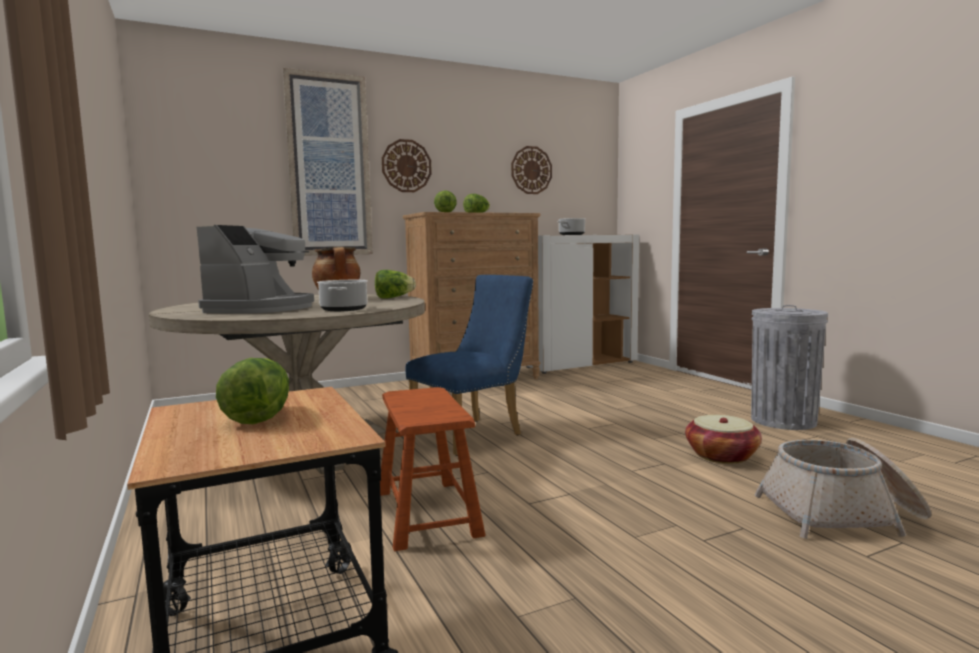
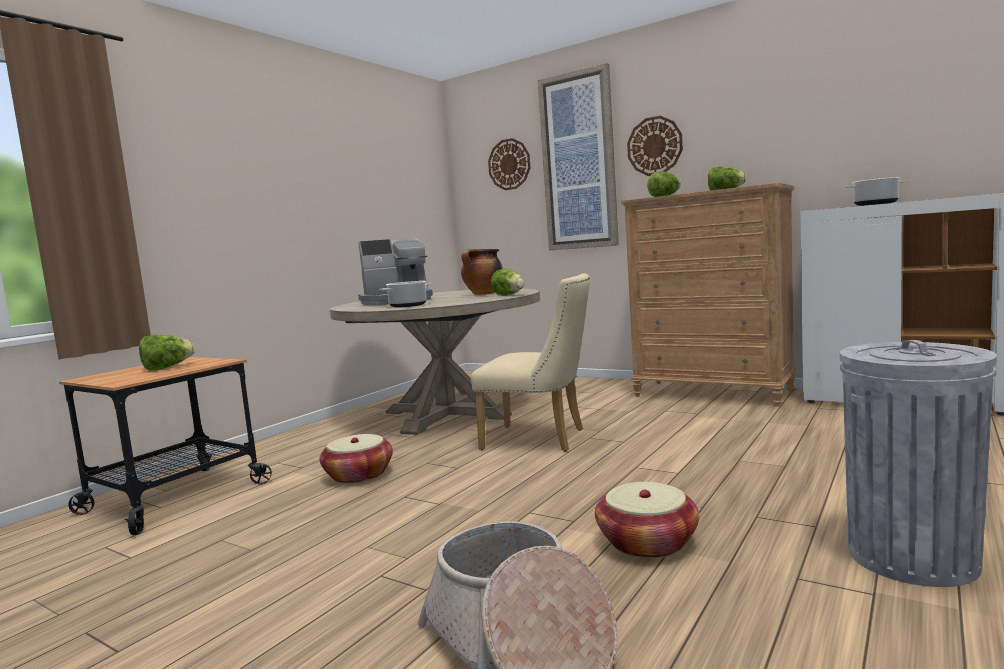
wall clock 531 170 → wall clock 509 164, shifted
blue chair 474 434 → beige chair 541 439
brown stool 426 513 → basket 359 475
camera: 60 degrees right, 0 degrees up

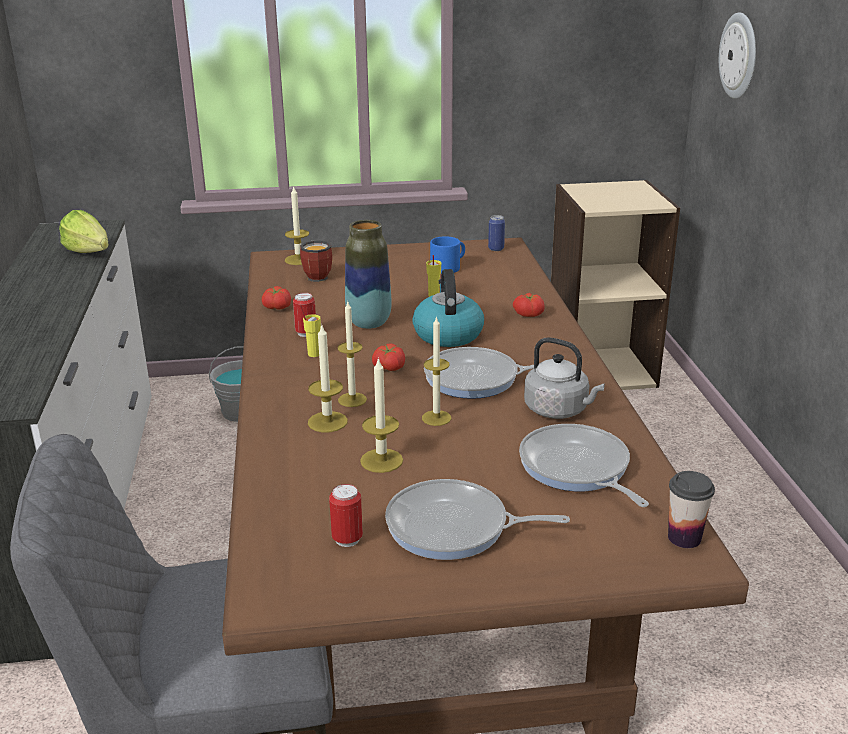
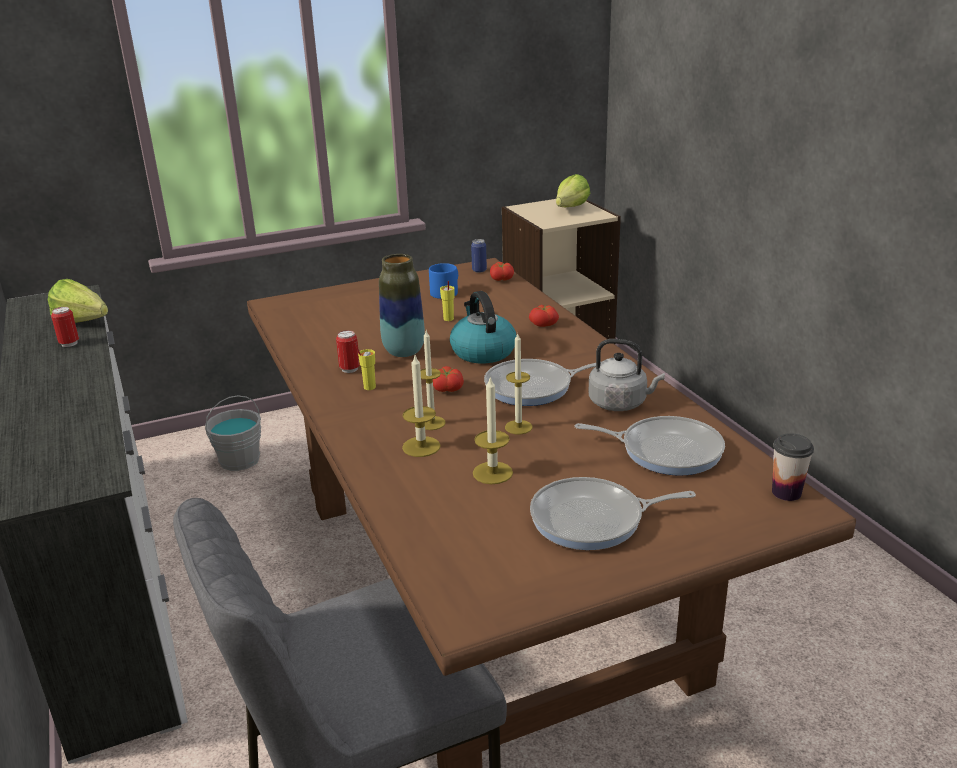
wall clock 739 56 → -
candle 298 260 → -
mug 317 276 → -
tomato 276 307 → tomato 501 279, shifted
frying pan 577 468 → frying pan 665 450, 150 degrees clockwise
can 347 539 → can 69 343, shifted
- → lettuce 567 210
camera: 15 degrees left, 0 degrees up

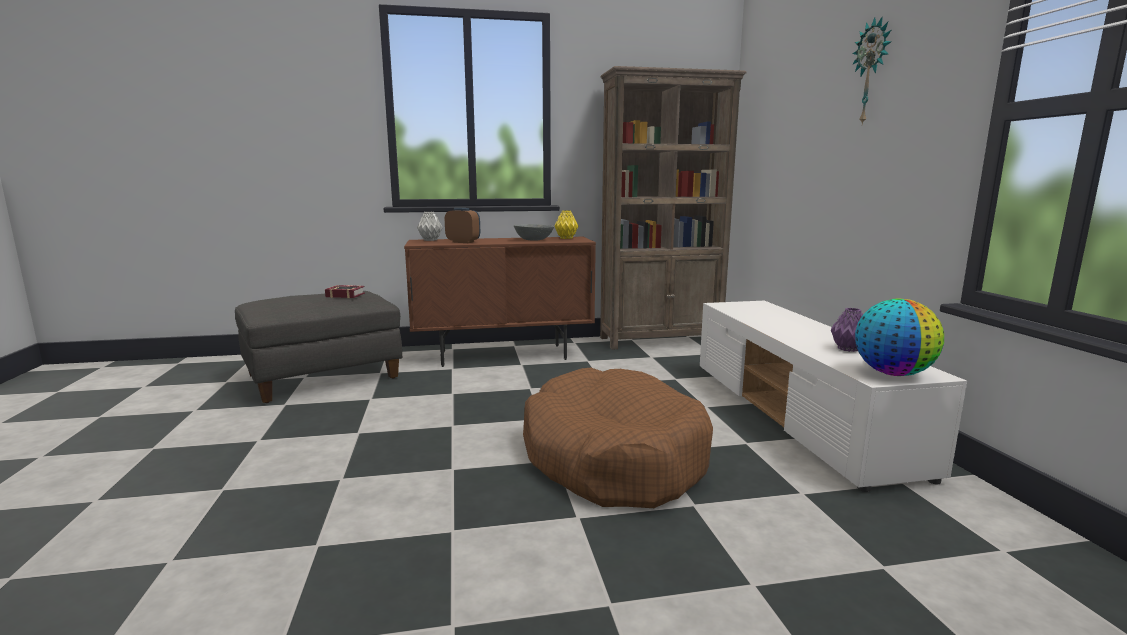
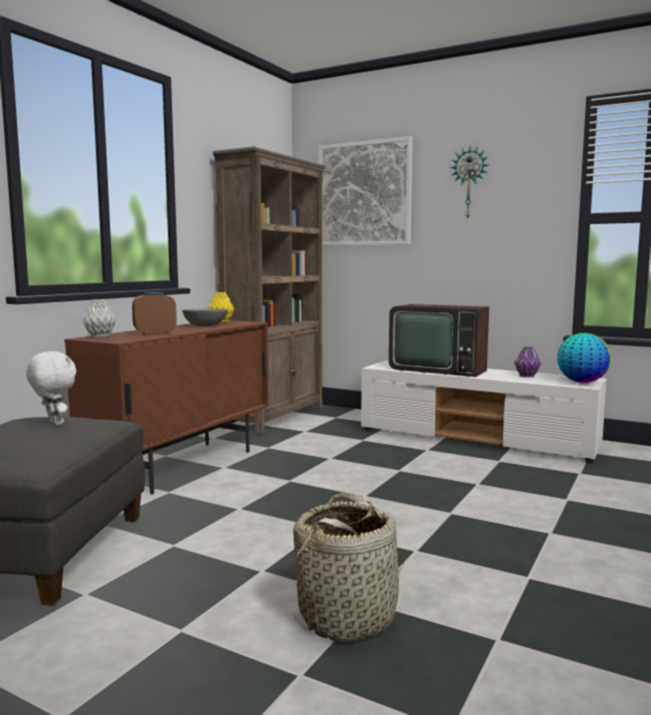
book 344 295 → white plush toy 54 423
brown dog bed 612 457 → -
- → picture 364 194
- → television 438 369
- → basket 348 616
camera: 50 degrees left, 5 degrees down

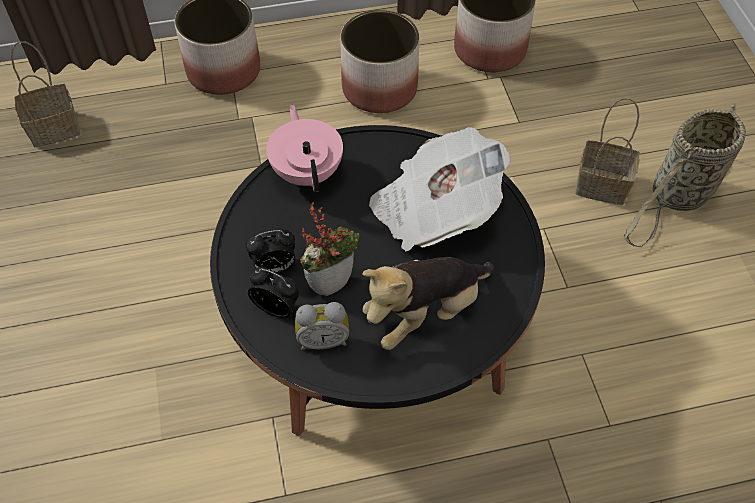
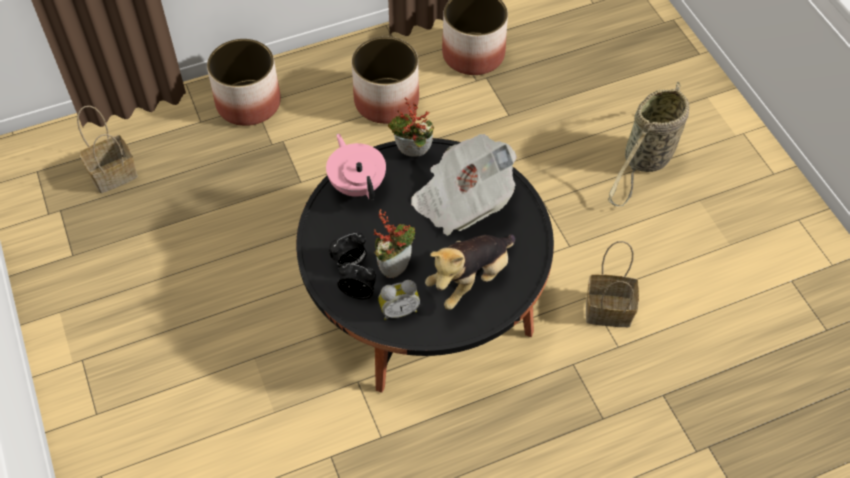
basket 604 185 → basket 610 309, shifted
- → potted plant 411 155
camera: 10 degrees left, 0 degrees up

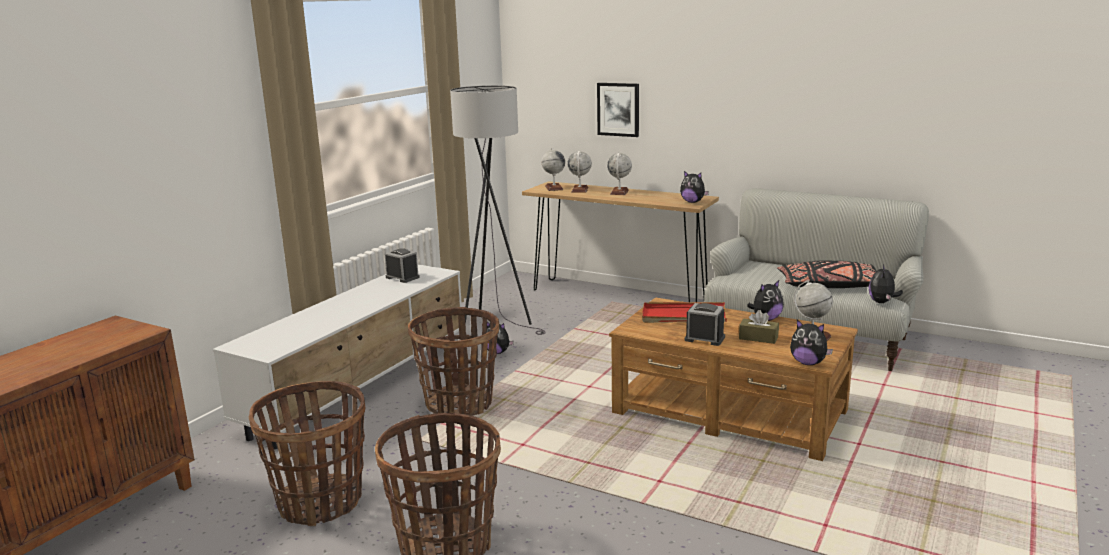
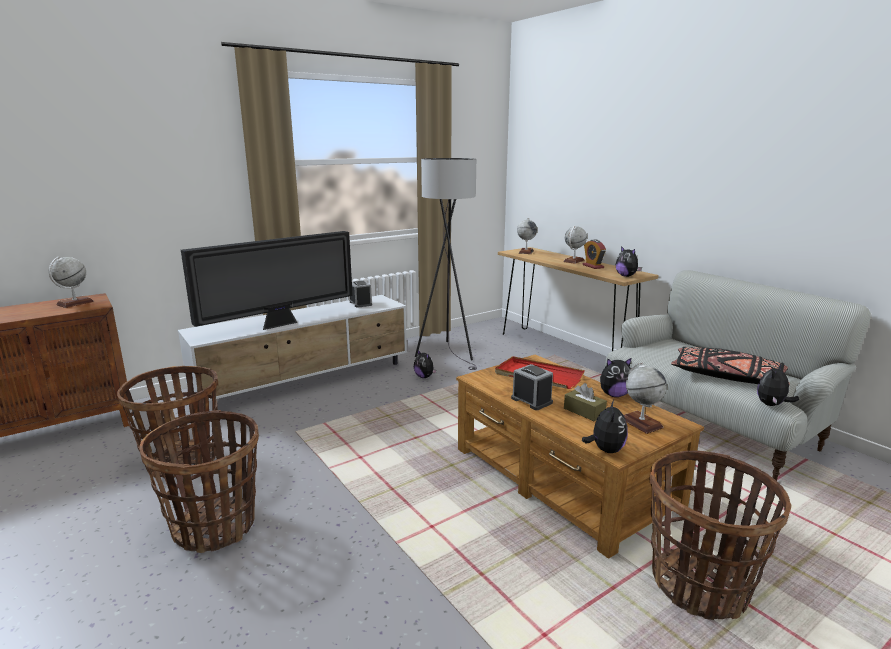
picture 618 109 → -
globe 580 190 → globe 75 303, shifted
basket 459 404 → basket 700 585, shifted
plush toy 808 363 → plush toy 605 450, 135 degrees counterclockwise
- → television 280 324
- → alarm clock 593 266
camera: 25 degrees right, 0 degrees up

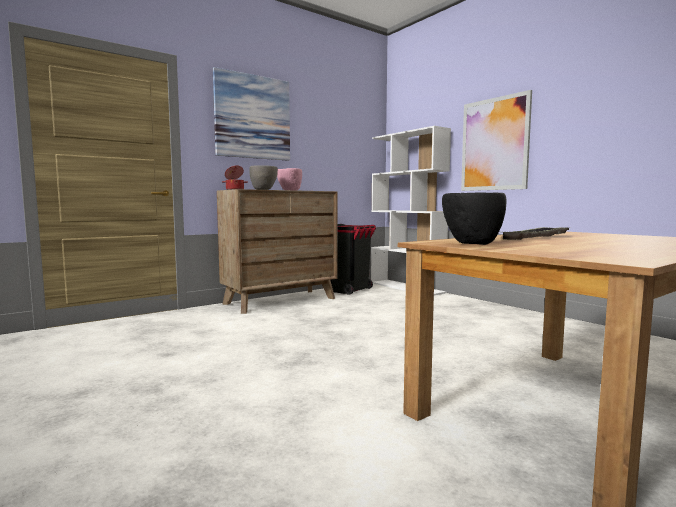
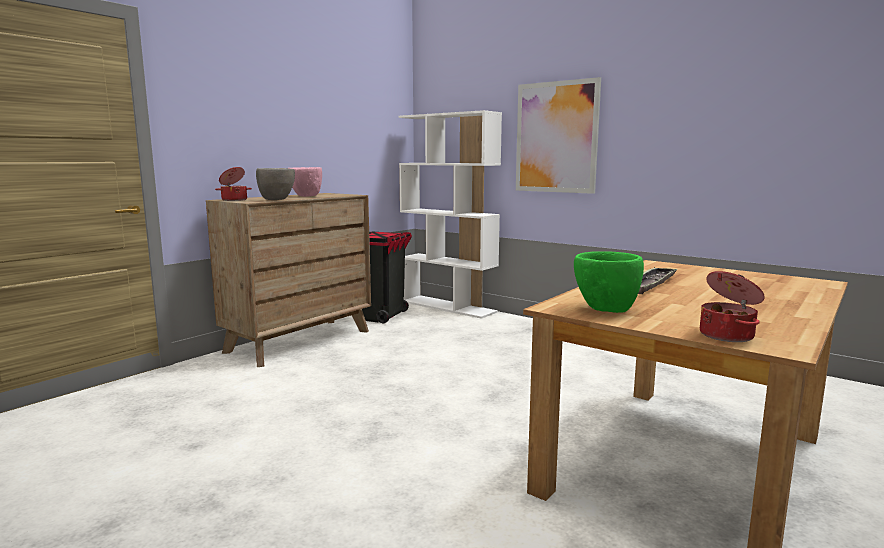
picture 253 117 → -
black bowl 471 244 → green bowl 605 309
- → cooking pot 727 335
camera: 15 degrees left, 5 degrees up

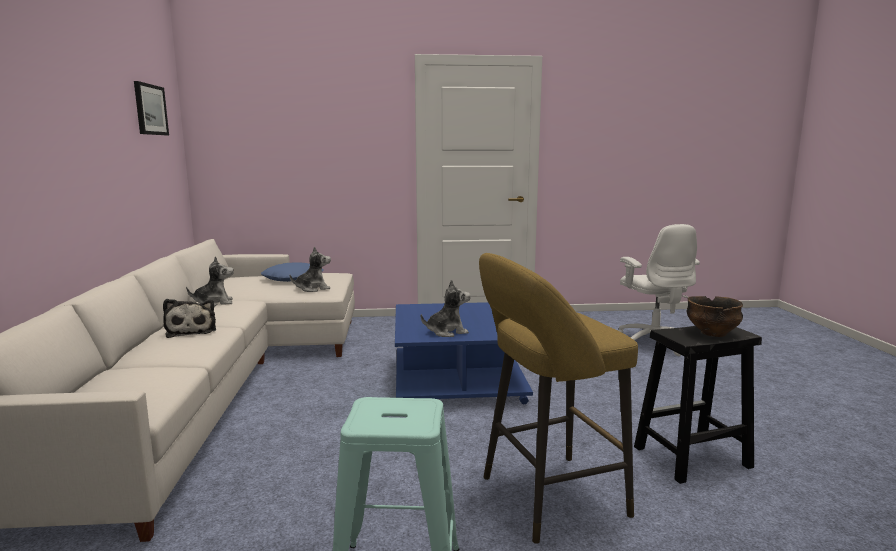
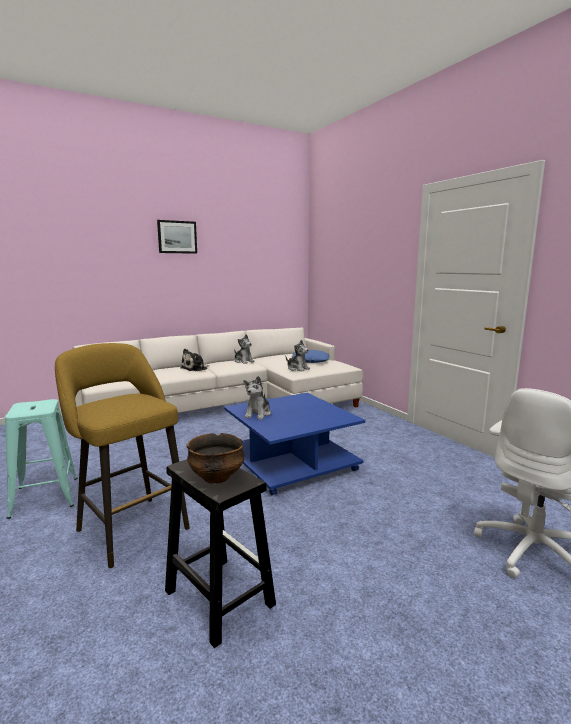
picture 150 109 → picture 177 237, shifted
plush toy 447 332 → plush toy 258 414, 60 degrees clockwise
camera: 65 degrees right, 0 degrees up

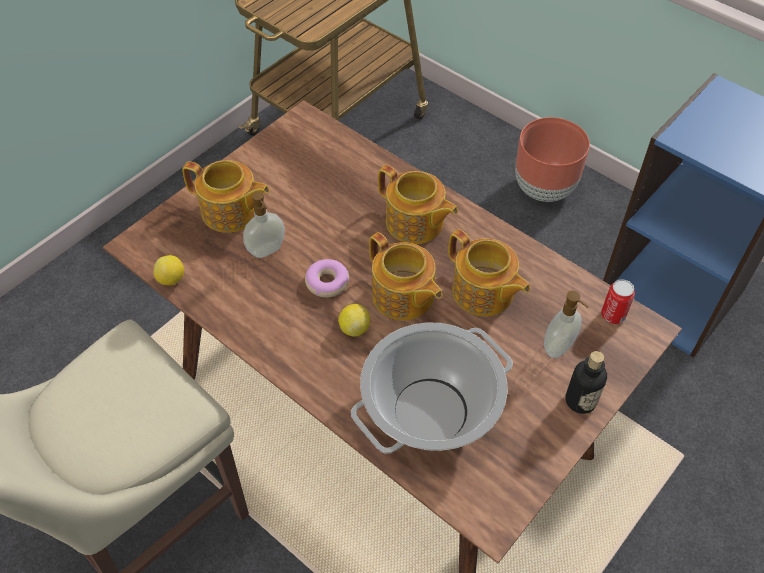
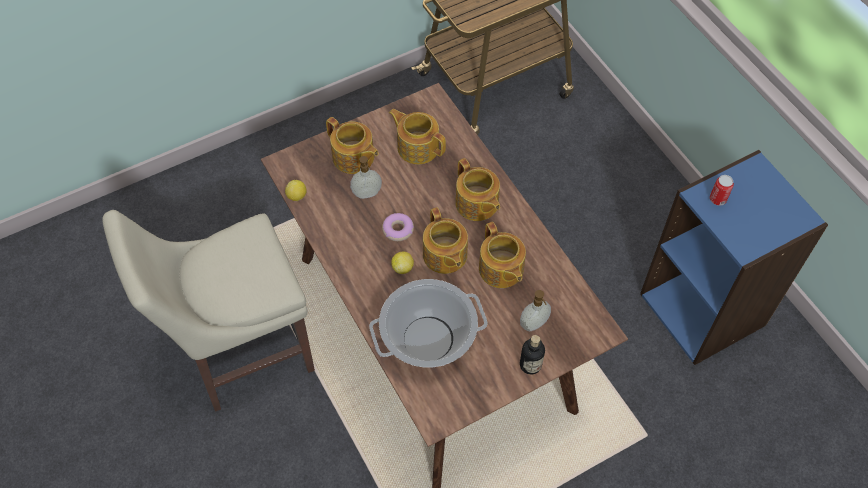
brown planter 544 189 → -
can 613 315 → can 717 199, shifted
- → teapot 417 147
camera: 20 degrees right, 5 degrees up

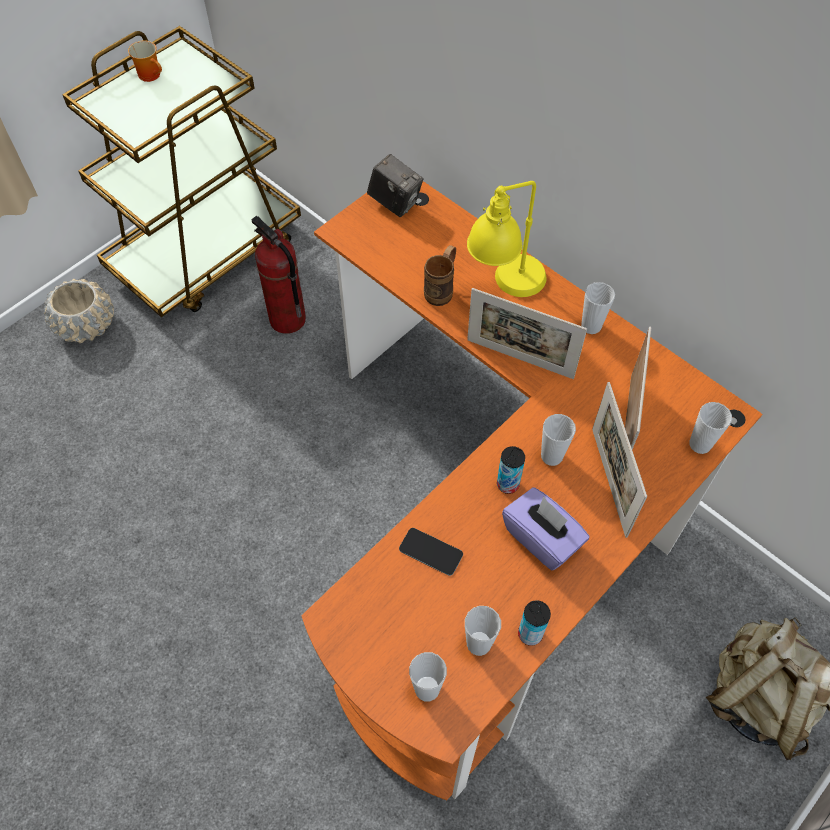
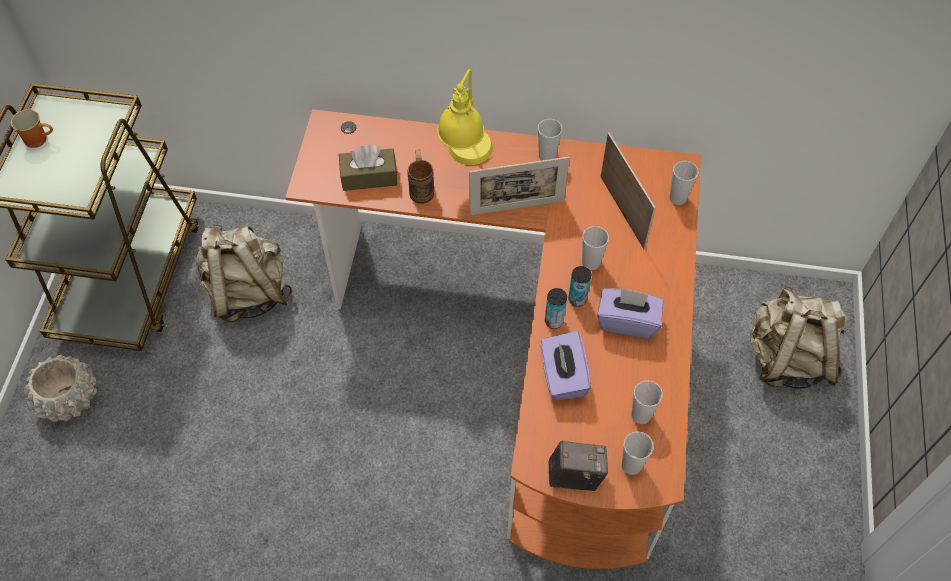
photo camera 395 202 → photo camera 575 475, shifted
fire extinguisher 286 320 → beige backpack 248 292
picture frame 609 481 → -
phone 431 552 → purple tissue box 562 376
can 530 634 → can 554 321, shifted
- → brown tissue box 369 177
camera: 35 degrees left, 0 degrees up

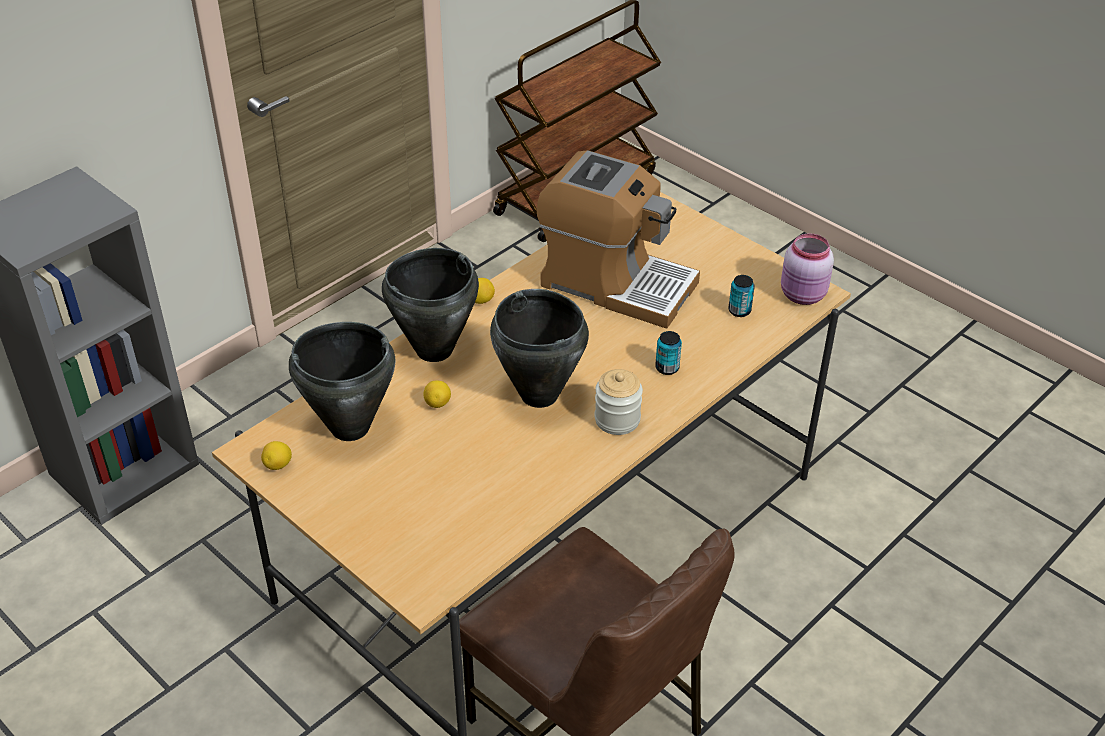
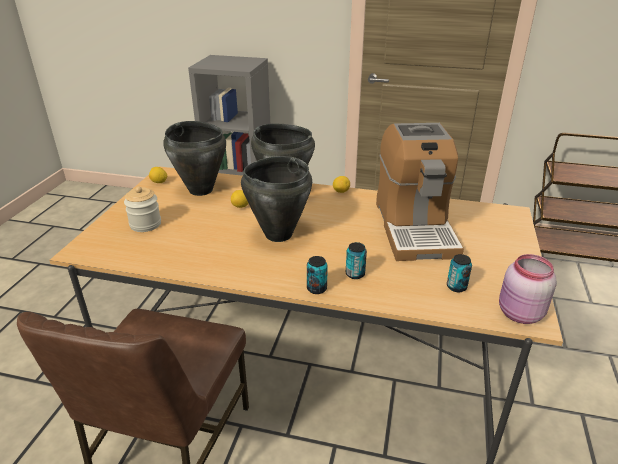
jar 617 419 → jar 145 224, shifted
- → can 316 289
camera: 60 degrees right, 10 degrees down

